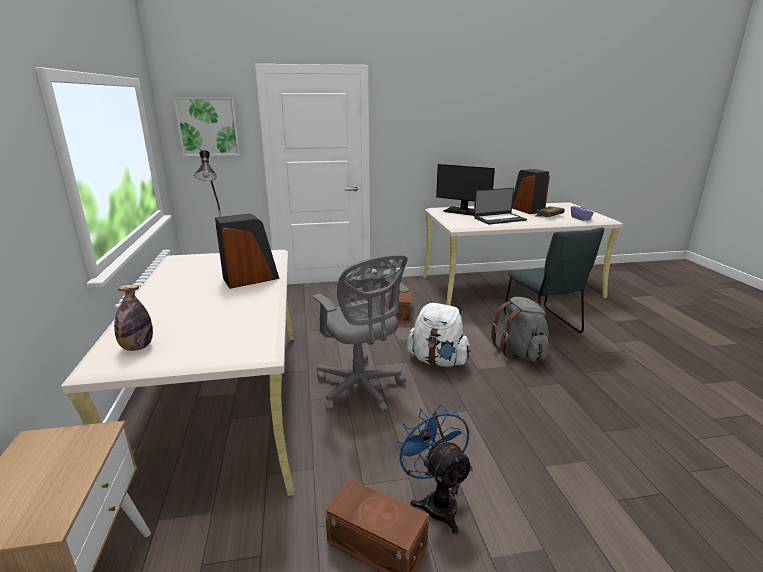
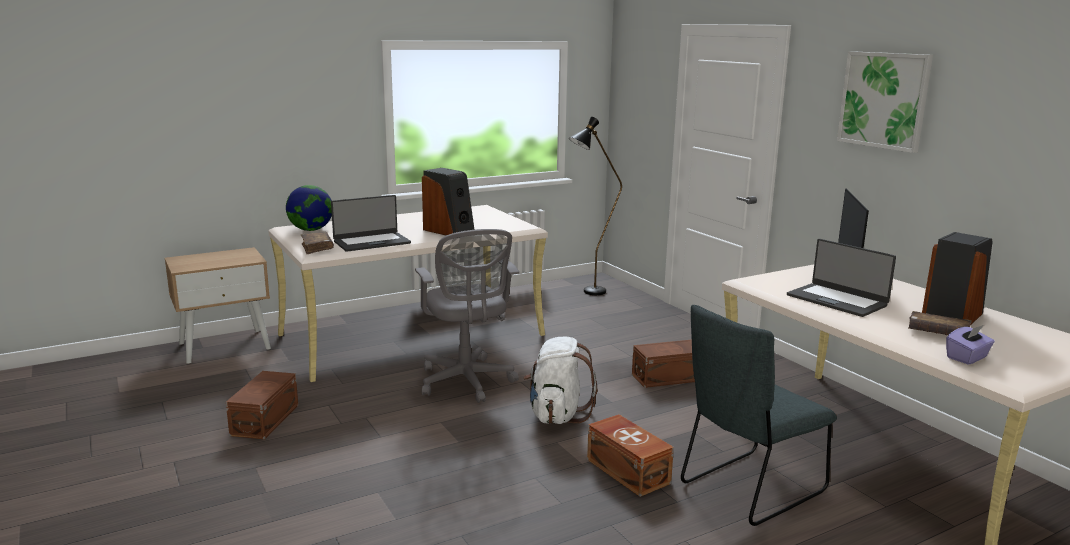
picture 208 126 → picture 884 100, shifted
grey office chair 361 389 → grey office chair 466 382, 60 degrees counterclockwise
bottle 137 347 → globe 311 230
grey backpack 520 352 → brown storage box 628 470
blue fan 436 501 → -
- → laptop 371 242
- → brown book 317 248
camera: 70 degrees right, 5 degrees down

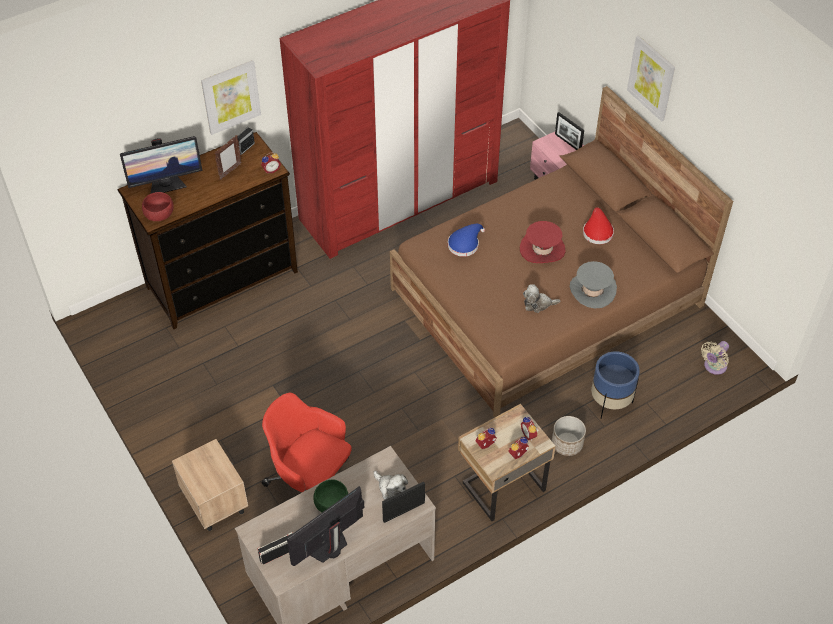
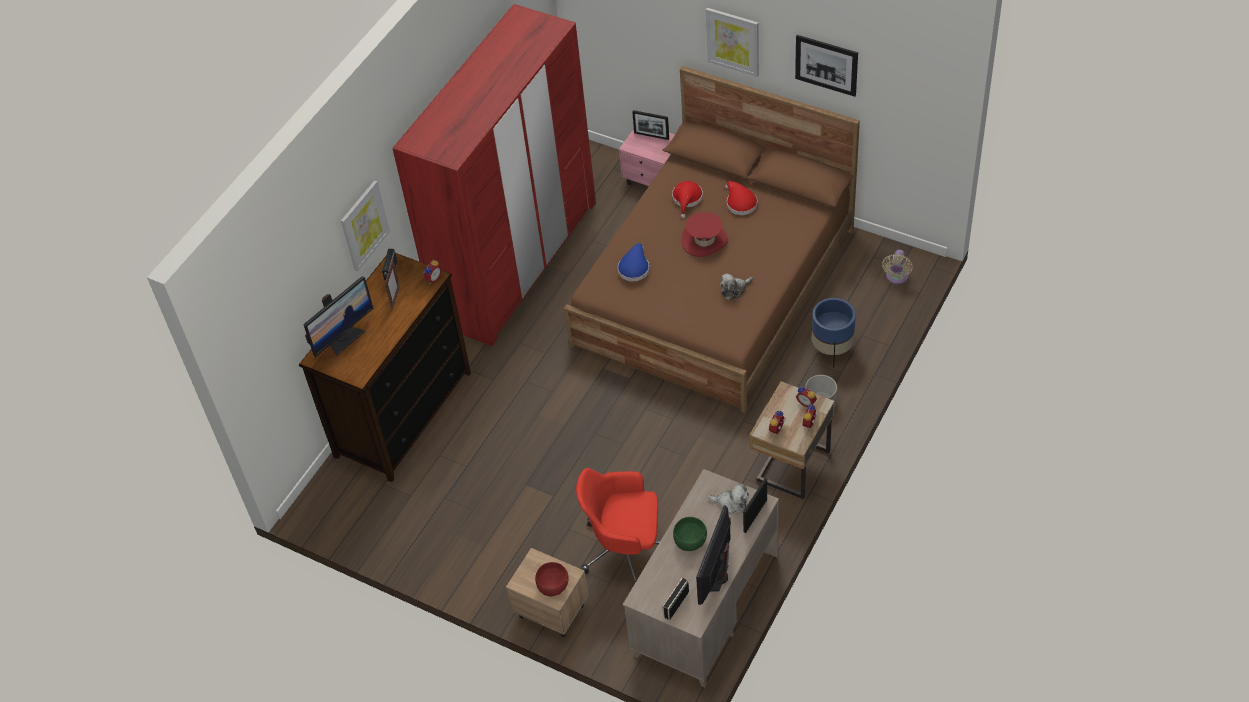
red bowl 159 215 → red bowl 553 586, shifted
grey hat 592 290 → -
- → picture 826 65
- → red hat 687 199
camera: 25 degrees left, 0 degrees up

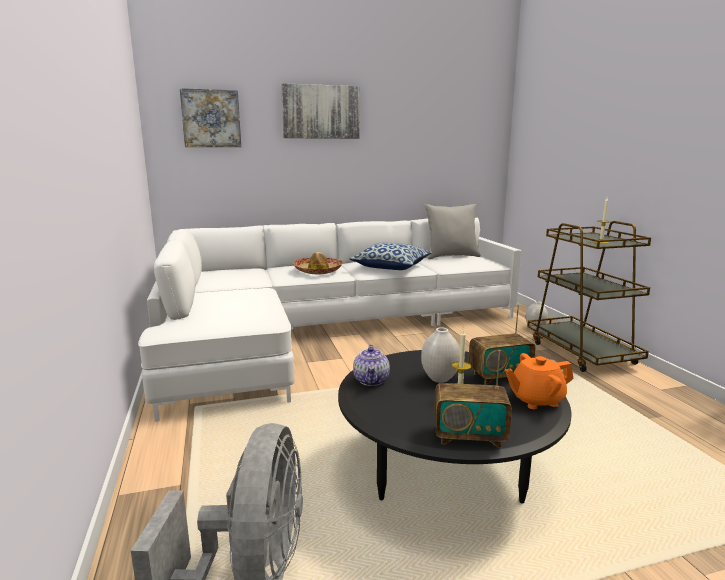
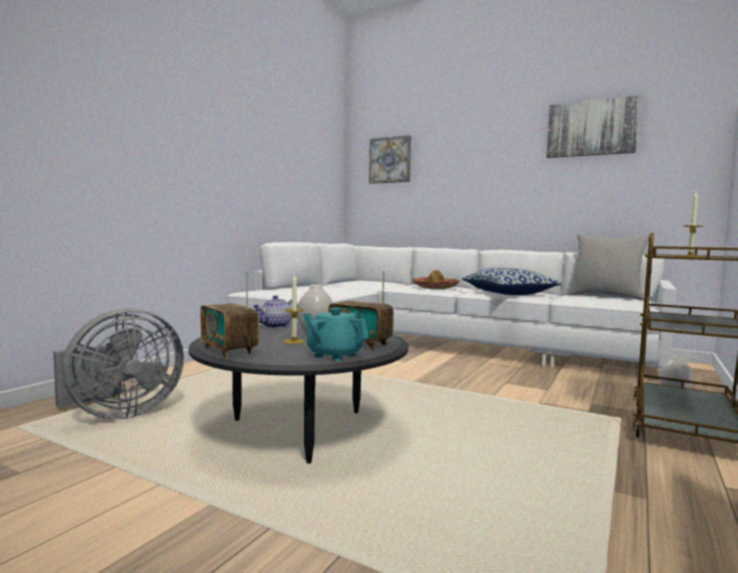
picture 321 112 → picture 591 128, shifted
orange teapot 536 400 → turquoise teapot 334 355
camera: 45 degrees right, 10 degrees down

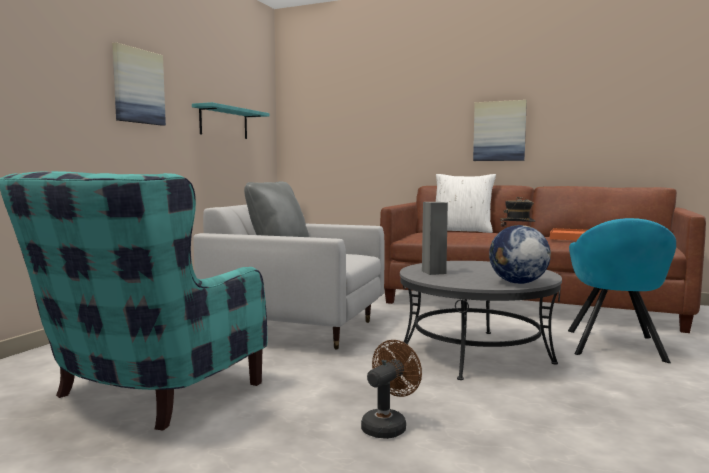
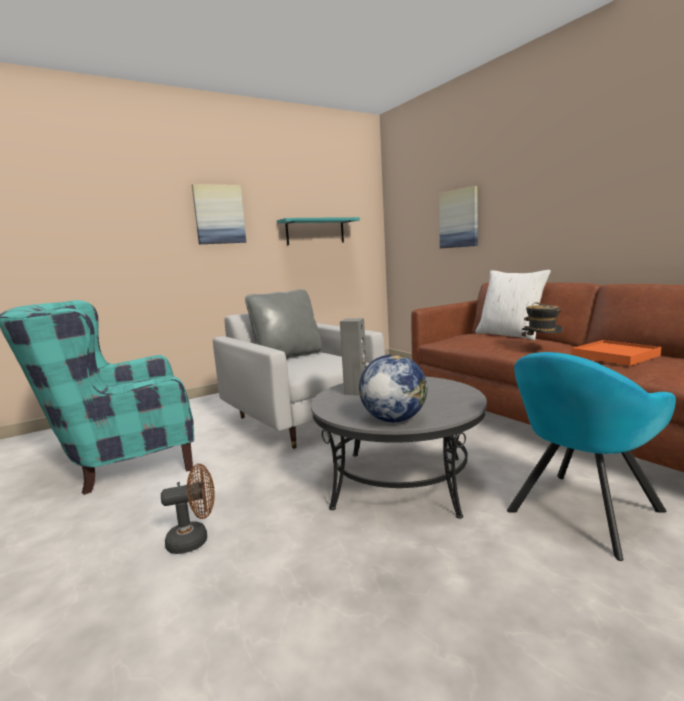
picture 499 131 → picture 459 218, shifted
camera: 35 degrees right, 5 degrees up

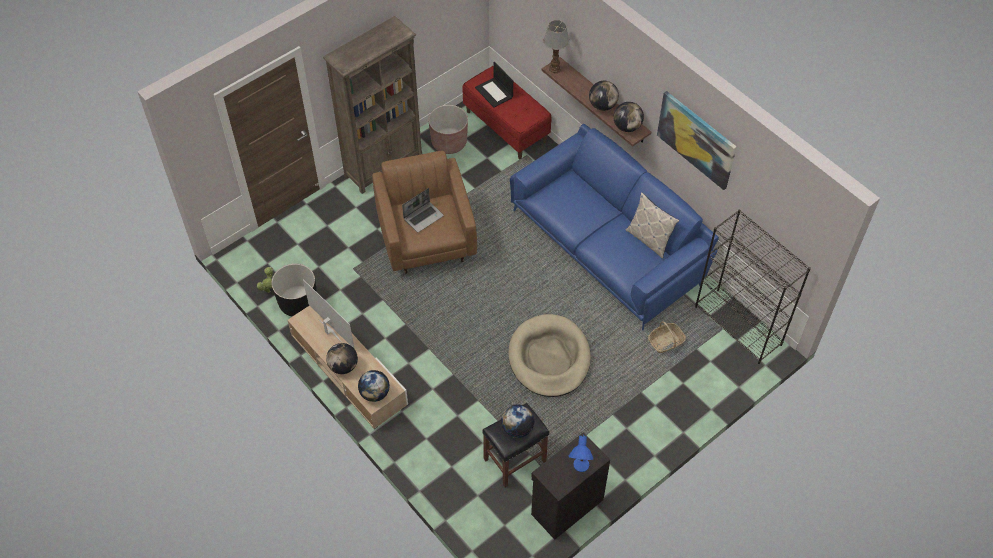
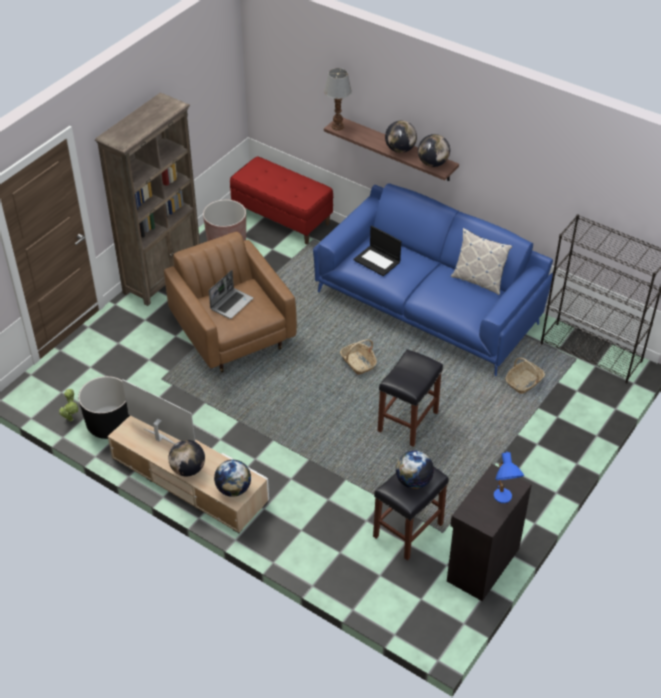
laptop 494 92 → laptop 377 261, shifted
picture 696 139 → -
beige dog bed 549 358 → black stool 408 422
- → basket 358 363
camera: 15 degrees left, 10 degrees down

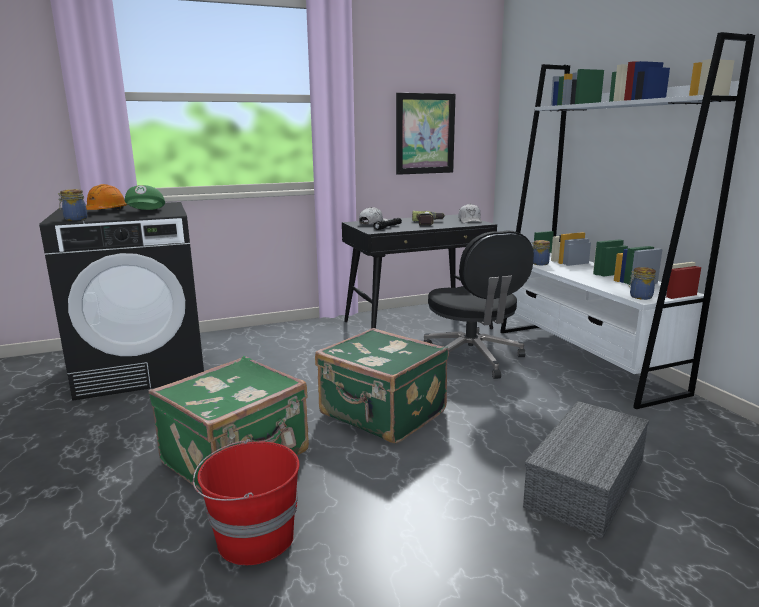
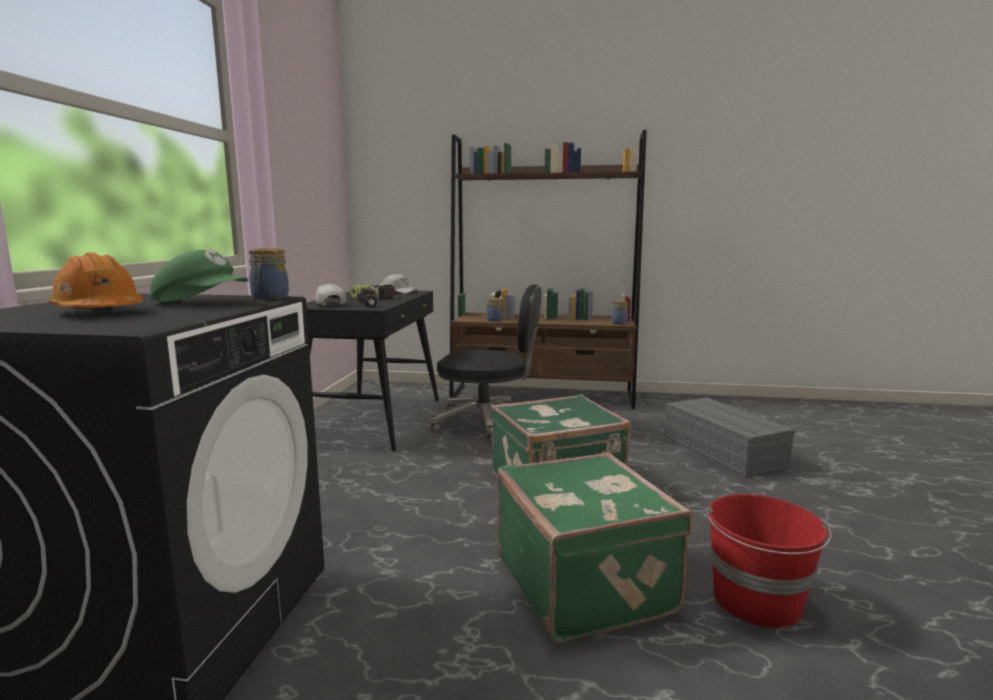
white bookcase 583 360 → brown bookcase 542 396
picture 425 134 → -
jar 75 219 → jar 269 298, shifted
camera: 60 degrees left, 5 degrees down

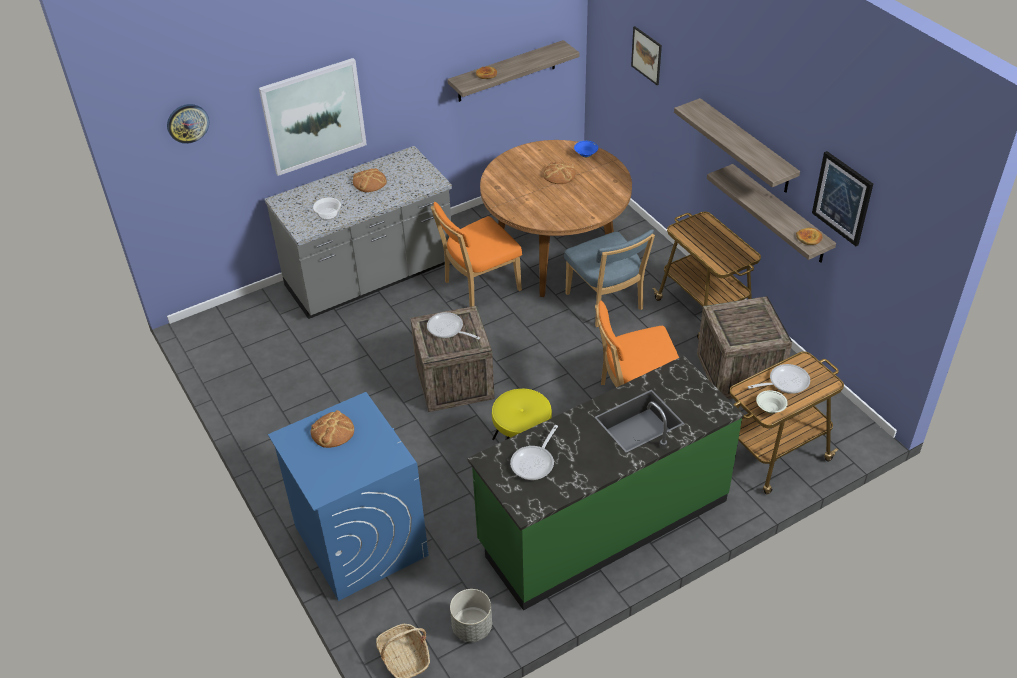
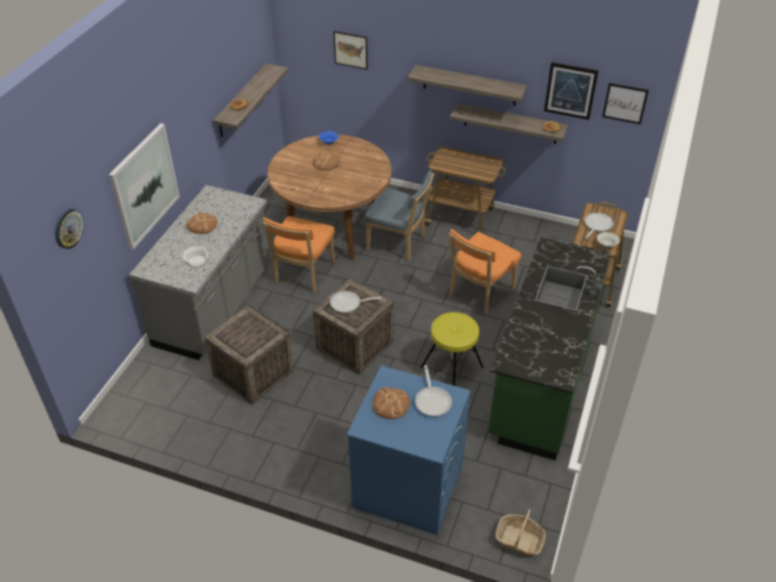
crate 738 371 → crate 253 373, shifted
frying pan 535 462 → frying pan 432 400, shifted
grey planter 472 627 → -
- → picture 625 103
camera: 40 degrees left, 0 degrees up

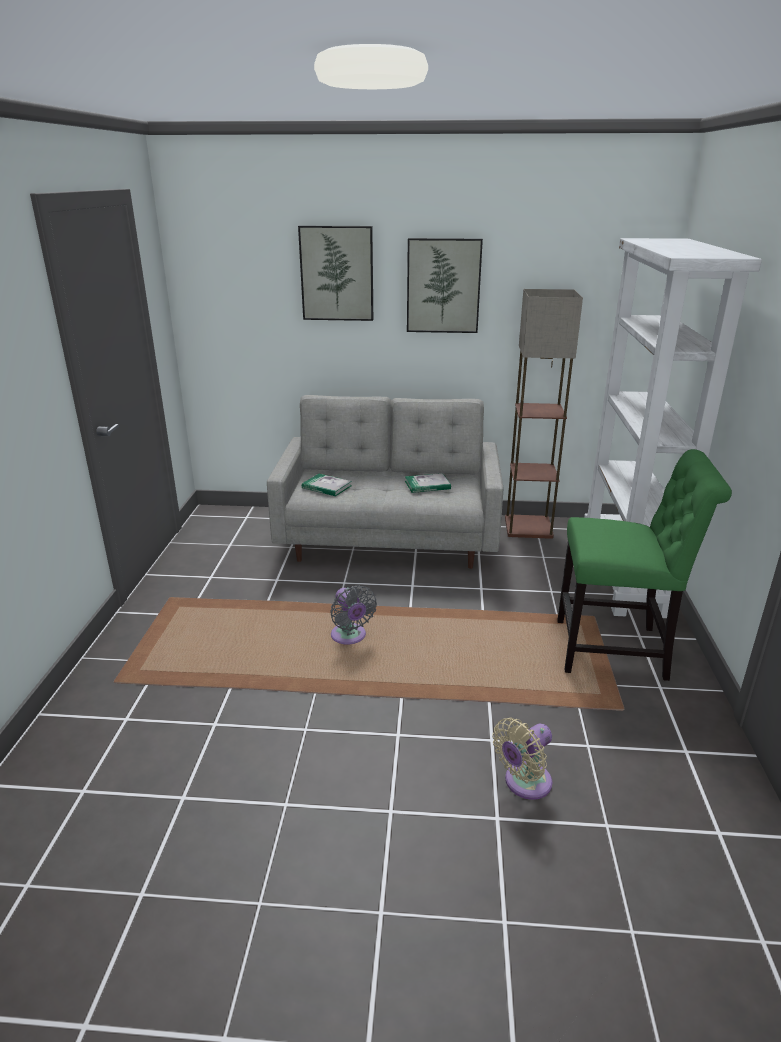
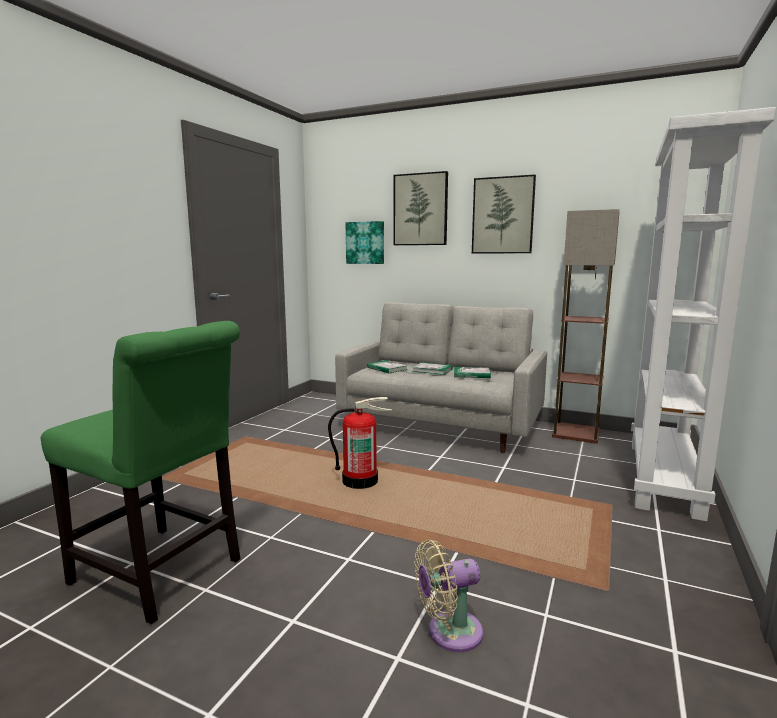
green chair 617 650 → green chair 162 574, shifted
grey fan 350 637 → fire extinguisher 360 481
- → picture 365 242
- → book 432 370
camera: 20 degrees right, 15 degrees down

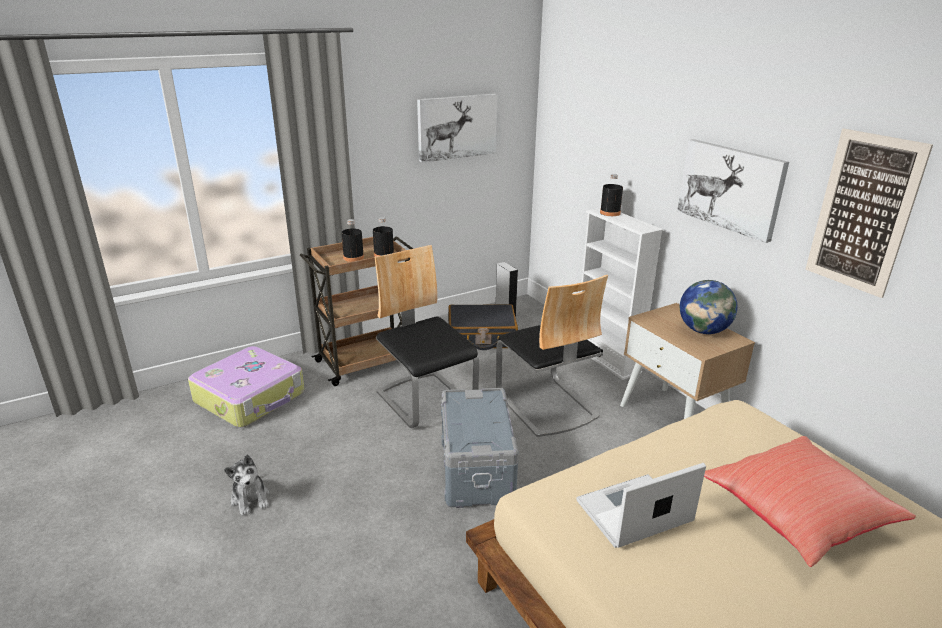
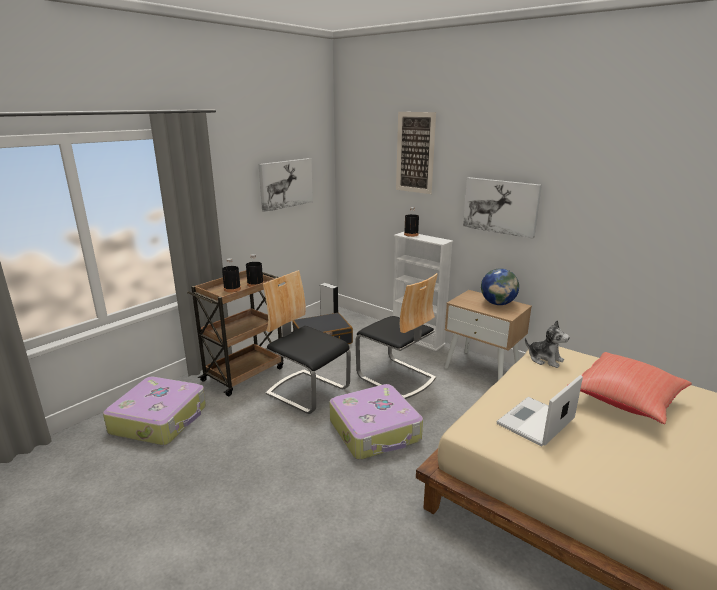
picture 863 213 → picture 415 153, shifted
grey storage box 478 469 → suitcase 375 431
plush toy 251 499 → plush toy 545 359, shifted
camera: 20 degrees left, 5 degrees down

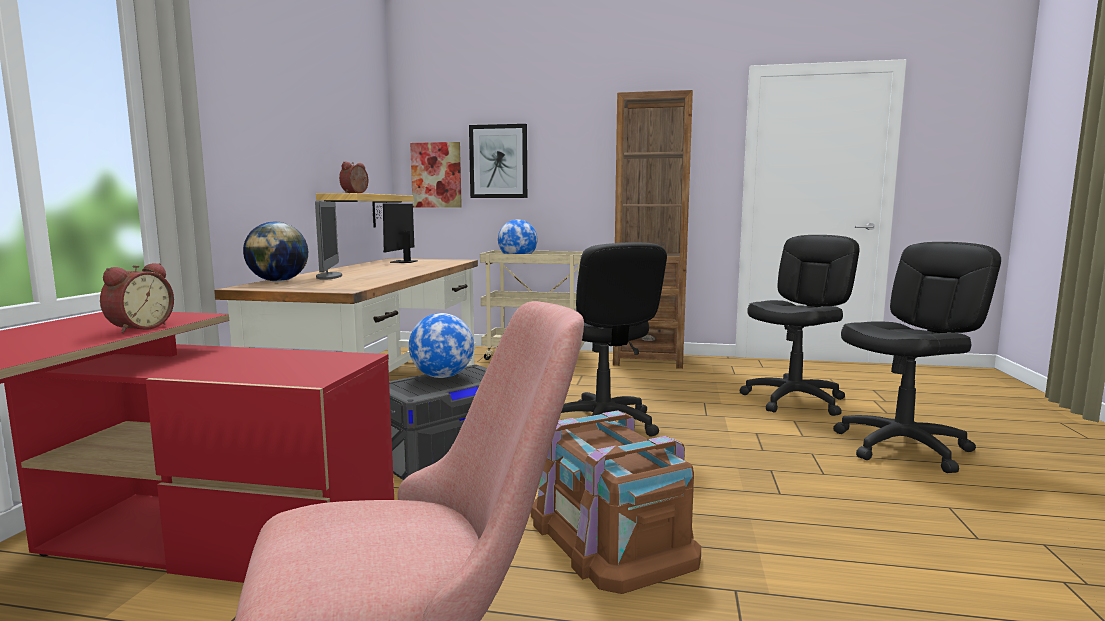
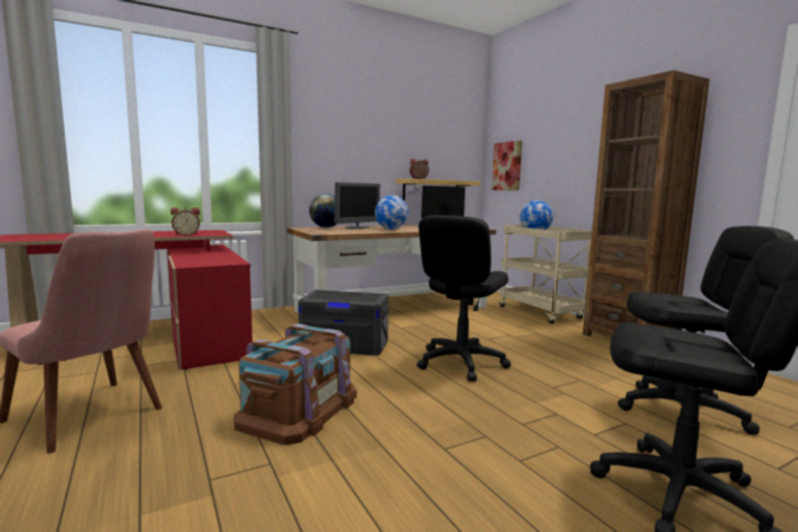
picture 498 161 → -
globe 442 376 → globe 391 229, shifted
camera: 50 degrees right, 0 degrees up

